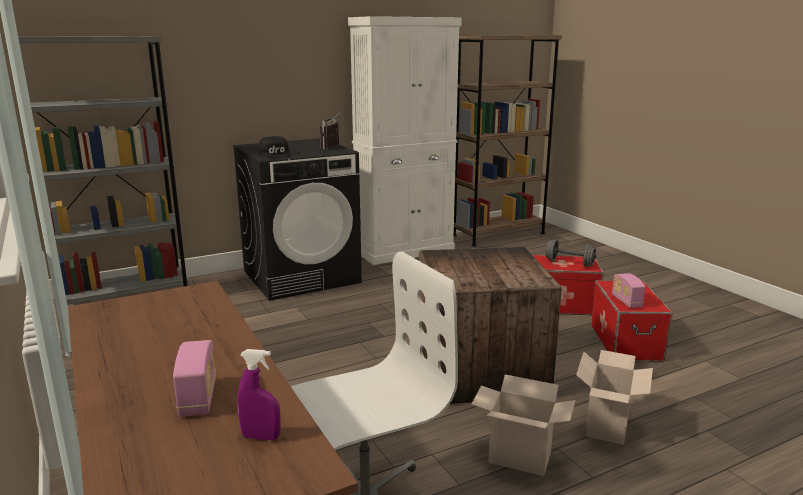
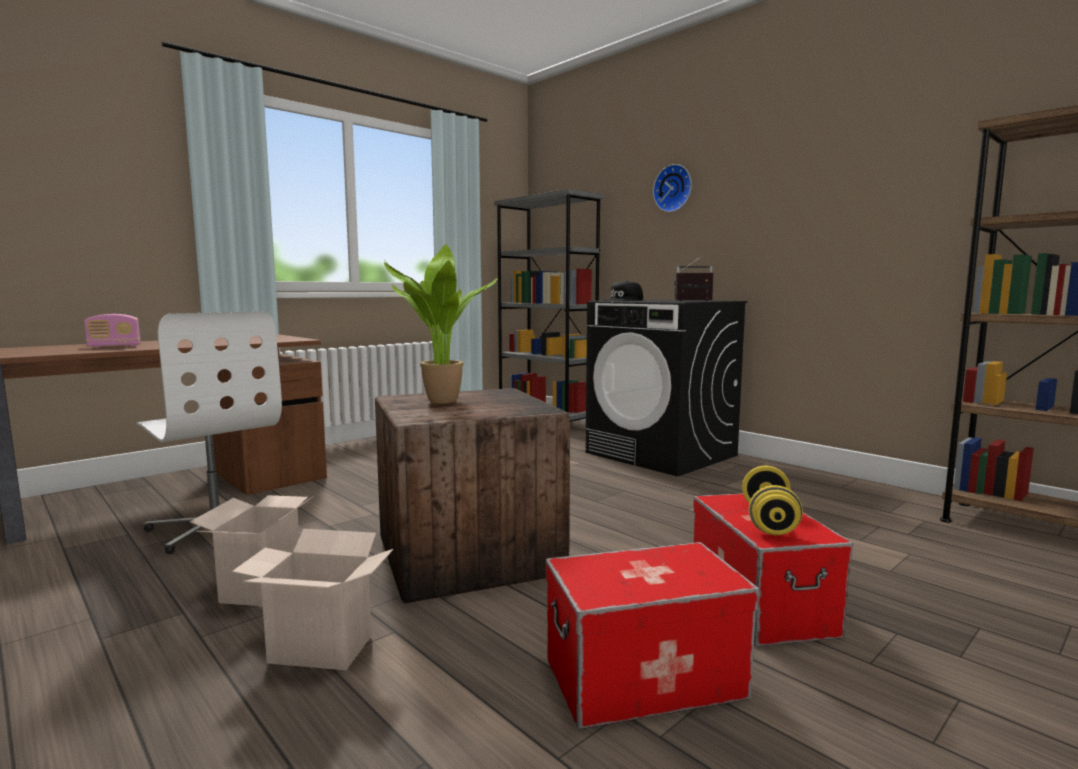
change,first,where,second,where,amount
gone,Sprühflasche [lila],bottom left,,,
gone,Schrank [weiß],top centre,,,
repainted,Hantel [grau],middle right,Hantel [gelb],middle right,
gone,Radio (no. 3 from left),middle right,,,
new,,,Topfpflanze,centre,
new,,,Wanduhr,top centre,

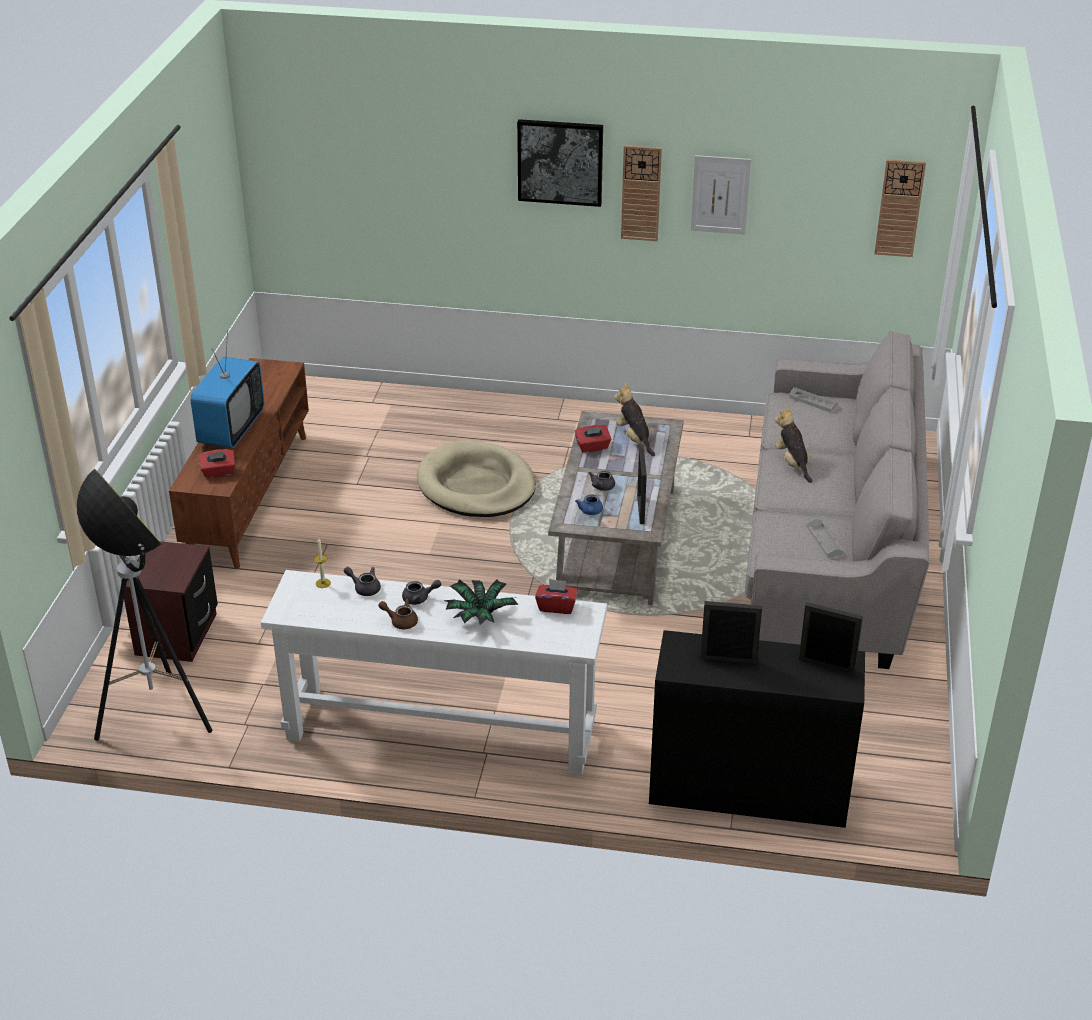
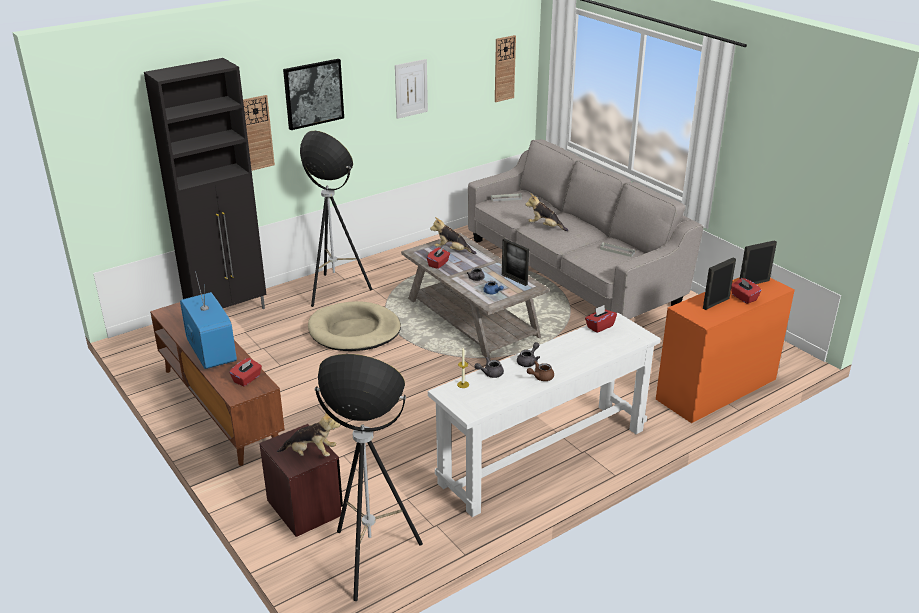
change,first,where,second,where,amount
gone,Topfpflanze,centre,,,
shifted,Wanduhr (no. 1 from left),top centre,,top left,
repainted,Schreibtisch [schwarz],bottom right,Schreibtisch [orange],middle right,
new,,,Schrank [schwarz],top left,
new,,,Plüschtier (no. 1 from left),bottom centre,
new,,,Stehlampe (no. 1 from left),centre,
new,,,Taschentuchbox [rot] (no. 4 from left),middle right,

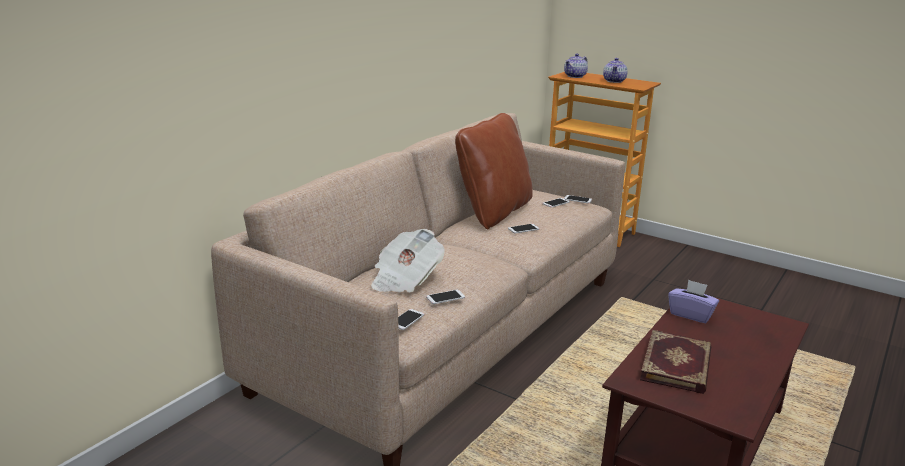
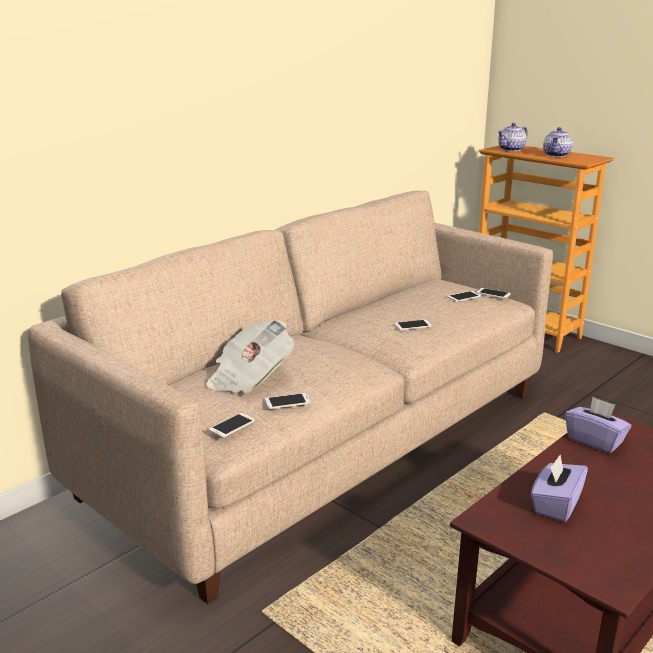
change,first,where,second,where,amount
gone,Kissen [braun],centre,,,
swapped,Buch,bottom right,Taschentuchbox [lila] (no. 1 from left),bottom right,

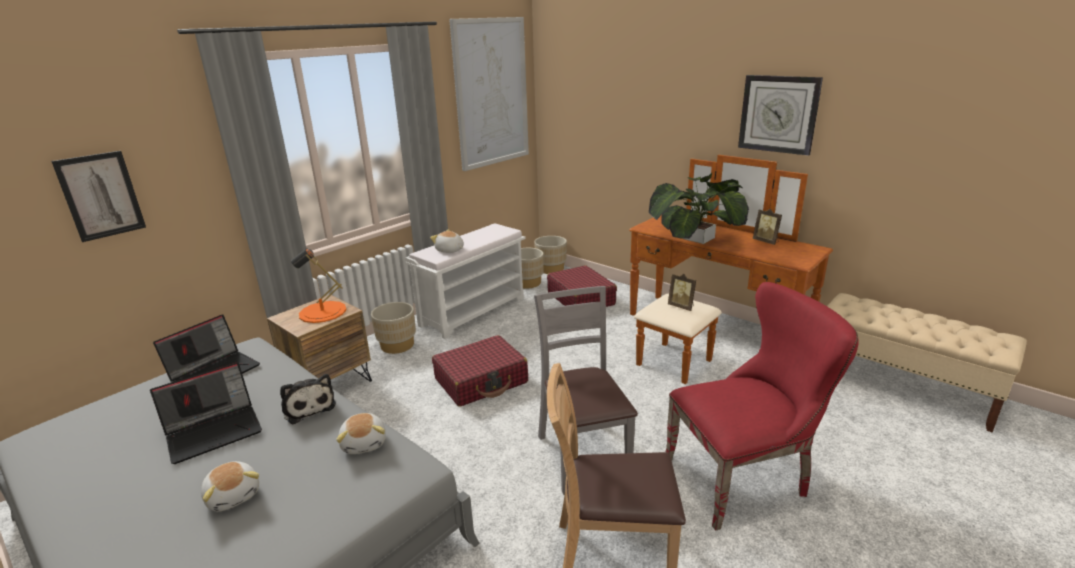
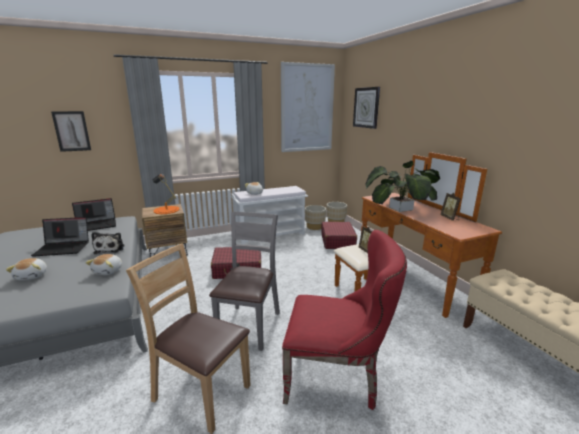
change,first,where,second,where,amount
gone,Pflanzkübel [beige] (no. 1 from left),centre,,,
shifted,Wanduhr,top right,,top centre,

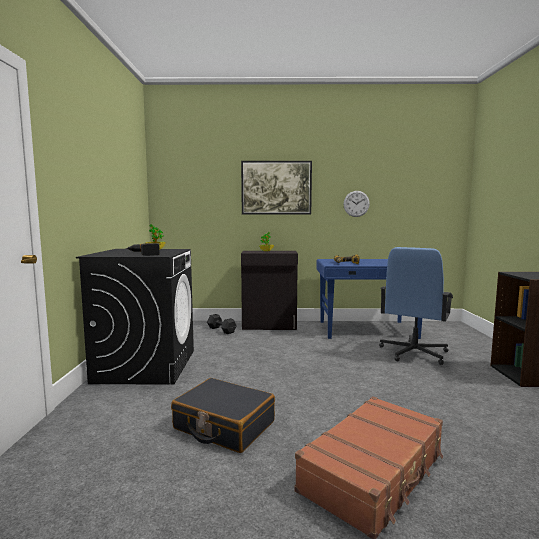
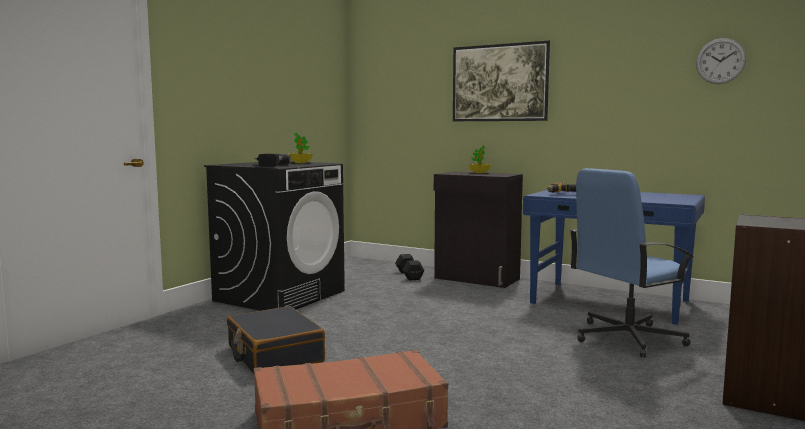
change,first,where,second,where,amount
shifted,Wanduhr,centre,,top right,

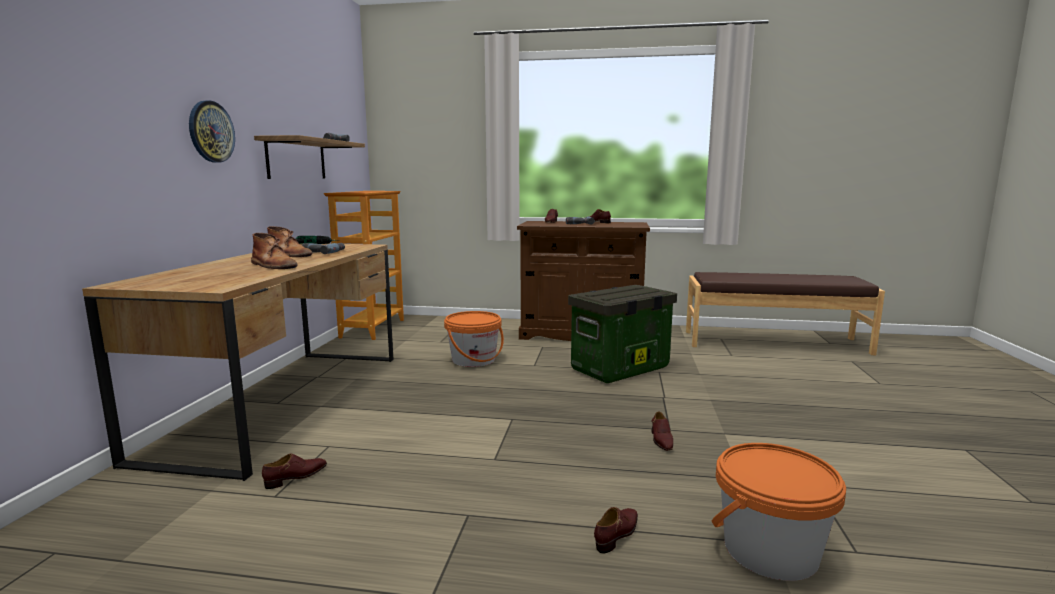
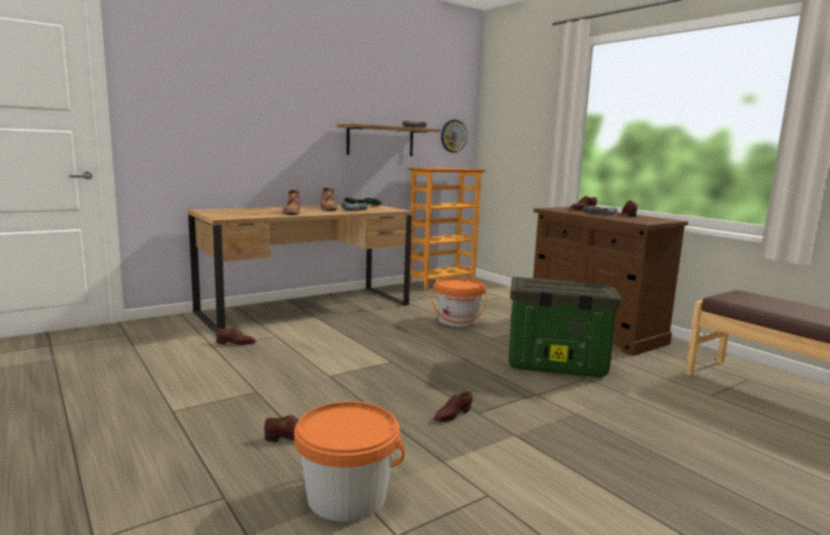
change,first,where,second,where,amount
shifted,Wanduhr,top left,,top centre,

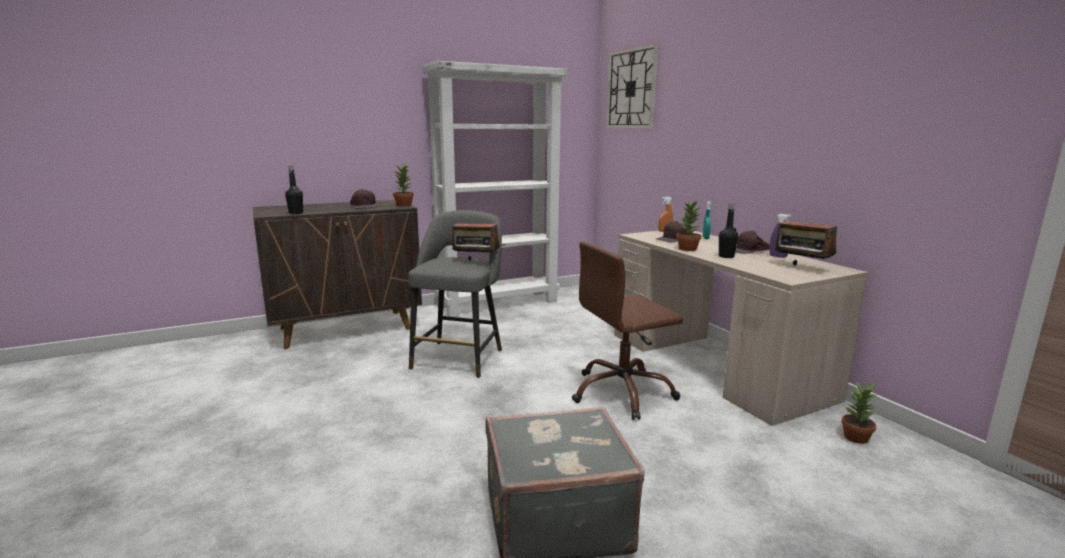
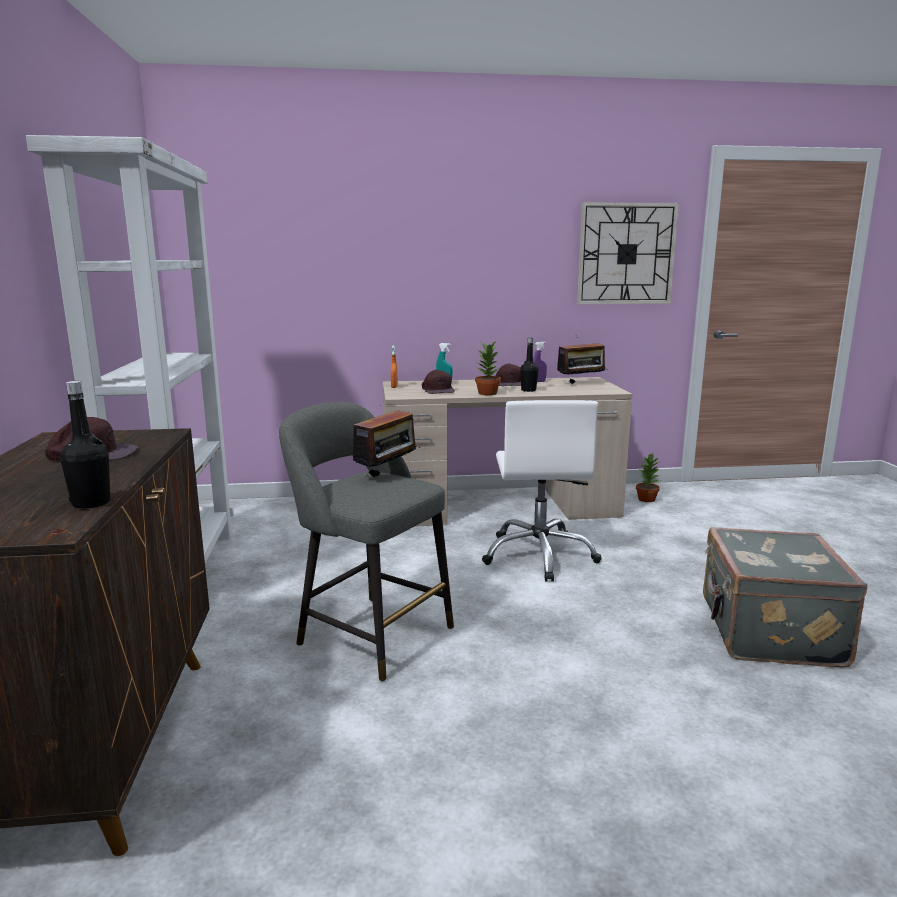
change,first,where,second,where,amount
gone,Topfpflanze (no. 1 from left),top centre,,,
repainted,Bürostuhl [braun],centre,Bürostuhl [weiß],centre,
shifted,Wanduhr,top centre,,top right,

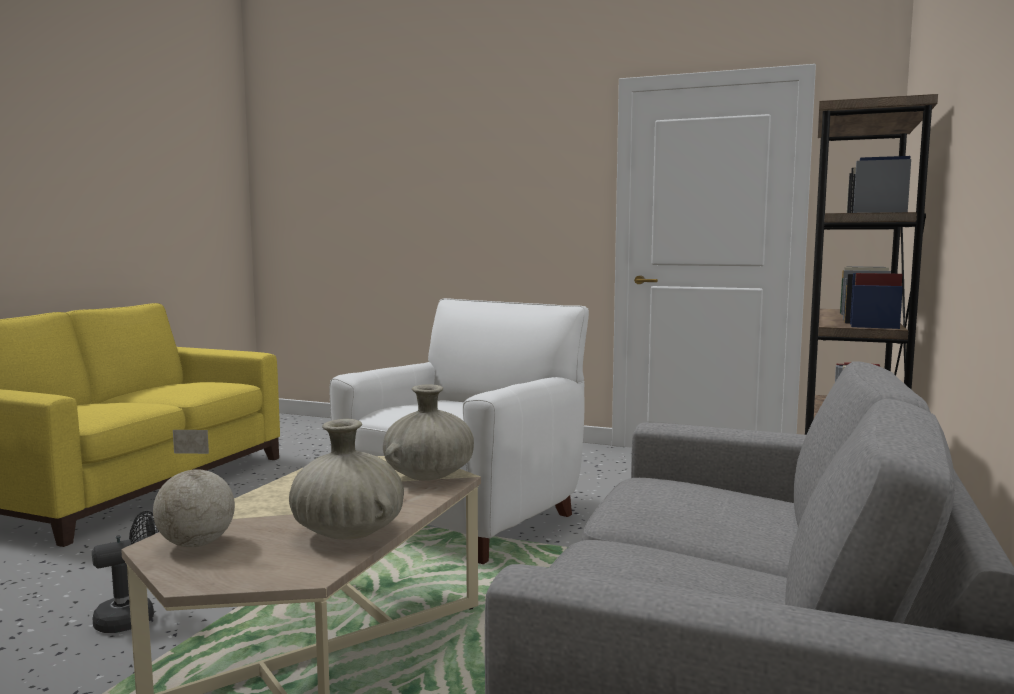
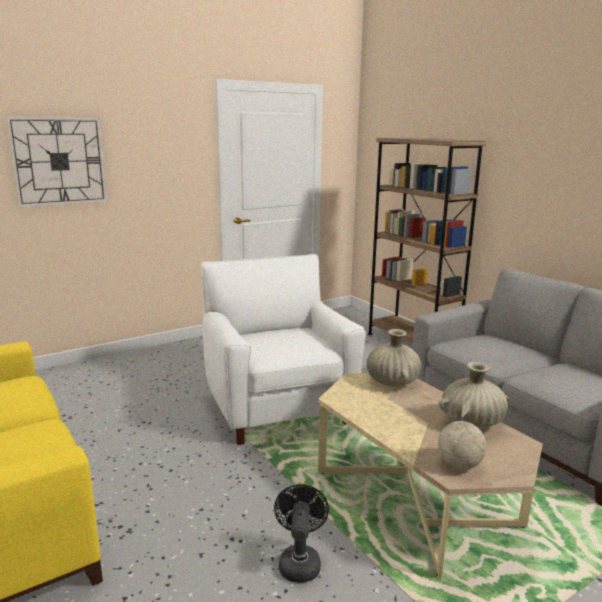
change,first,where,second,where,amount
new,,,Wanduhr,top left,

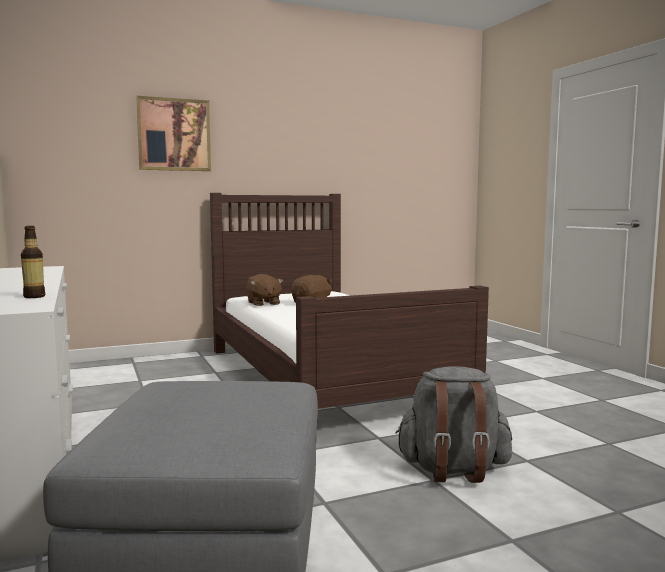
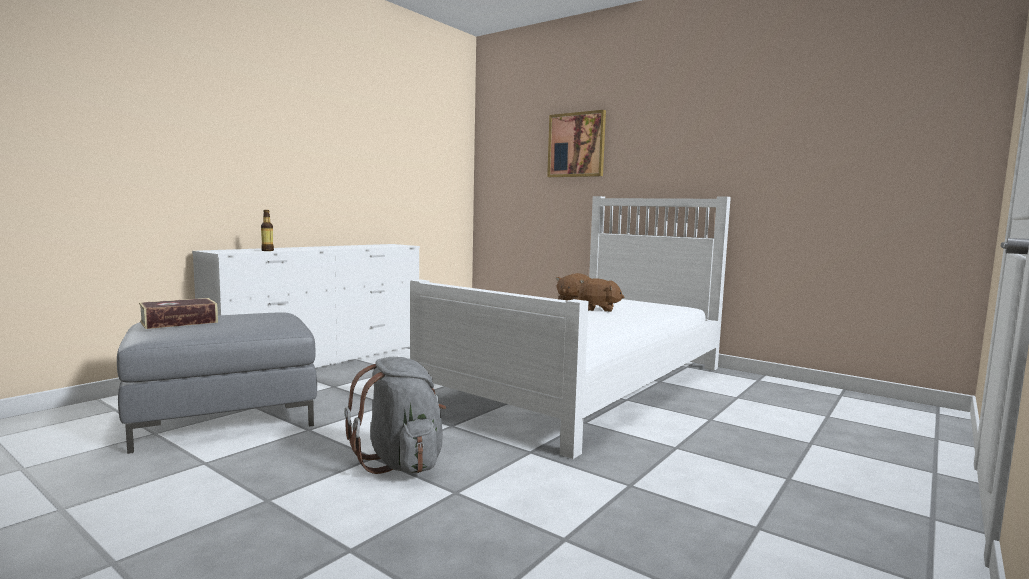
change,first,where,second,where,amount
repainted,Bett [braun],centre,Bett [weiß],centre,
new,,,Buch,middle left,

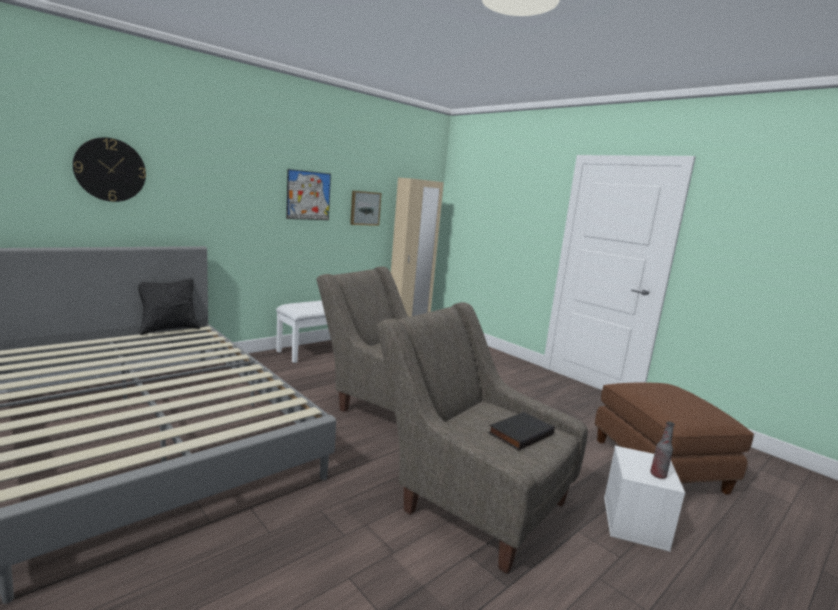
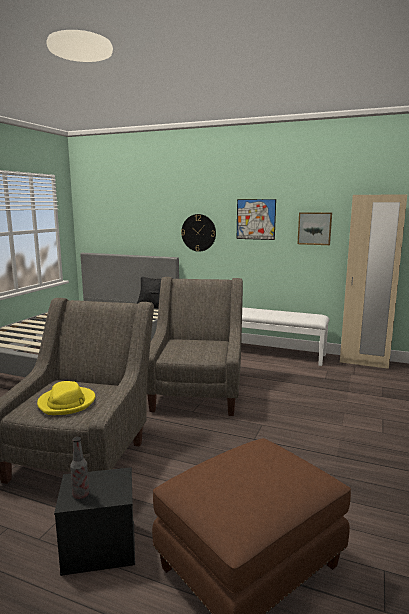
change,first,where,second,where,amount
shifted,Wanduhr,top left,,centre,
swapped,Buch [schwarz],bottom centre,Hut [gelb],middle left,
repainted,Aufbewahrungsbox [weiß],bottom right,Aufbewahrungsbox [schwarz],bottom left,

